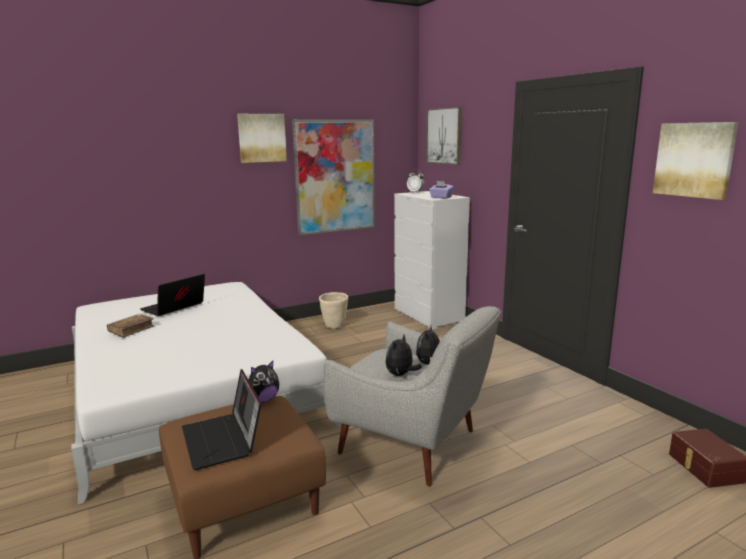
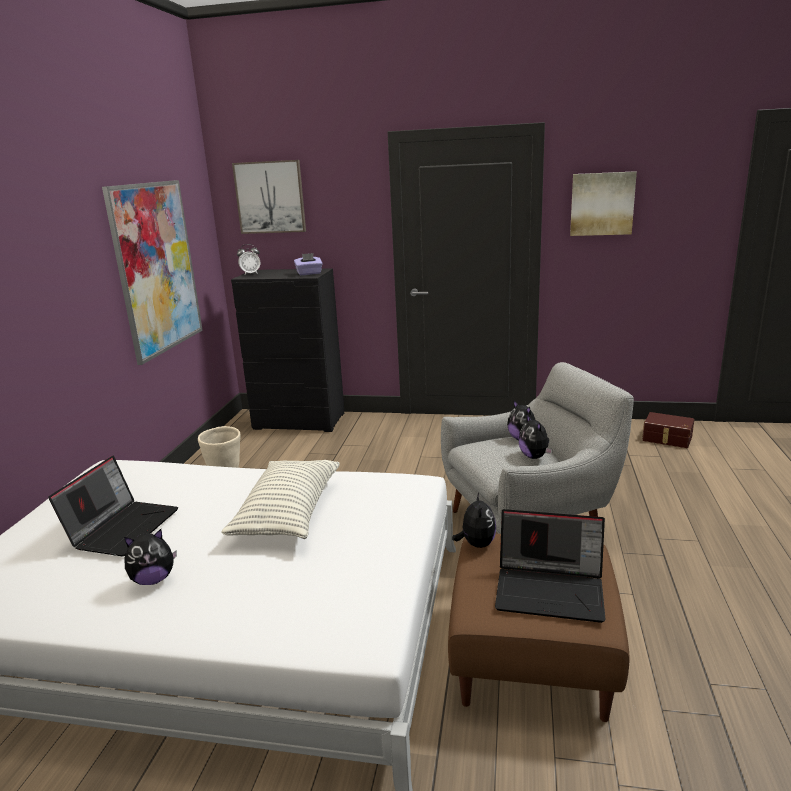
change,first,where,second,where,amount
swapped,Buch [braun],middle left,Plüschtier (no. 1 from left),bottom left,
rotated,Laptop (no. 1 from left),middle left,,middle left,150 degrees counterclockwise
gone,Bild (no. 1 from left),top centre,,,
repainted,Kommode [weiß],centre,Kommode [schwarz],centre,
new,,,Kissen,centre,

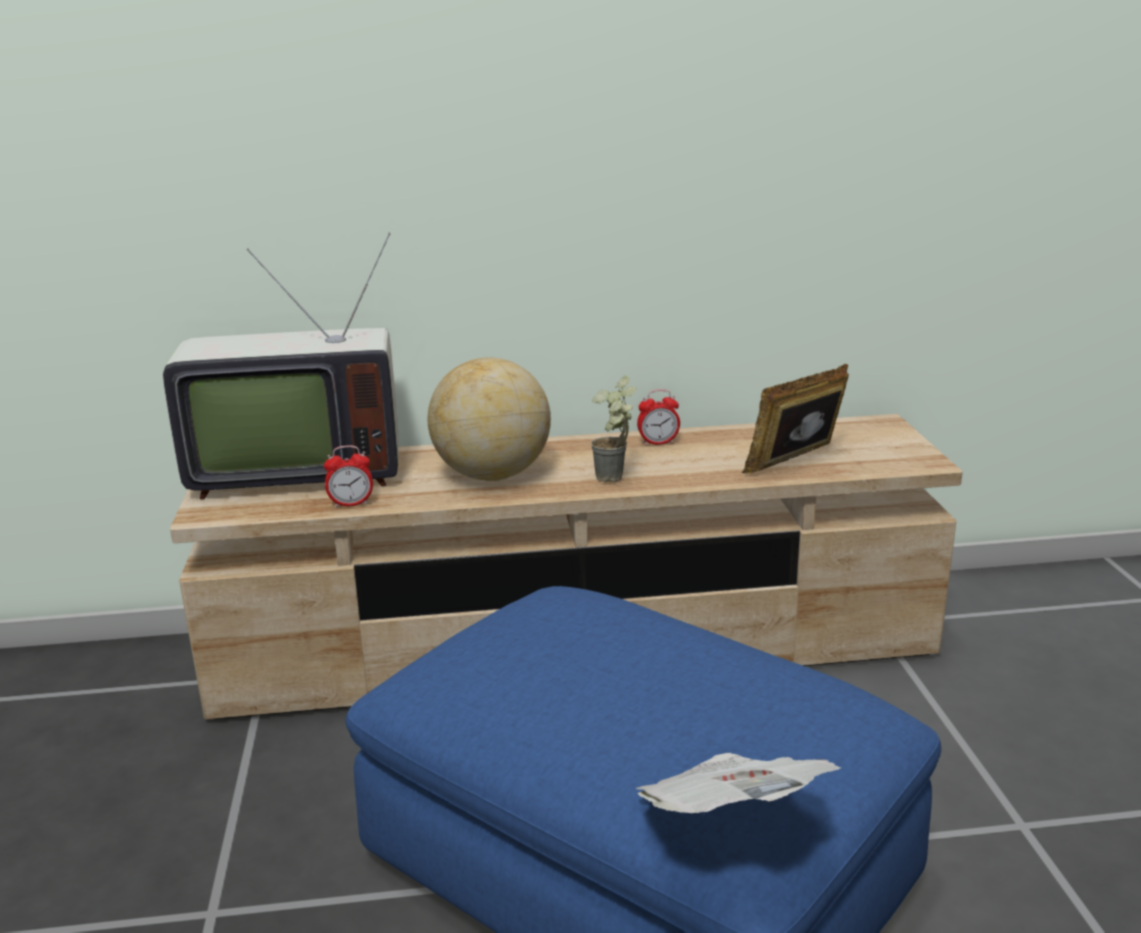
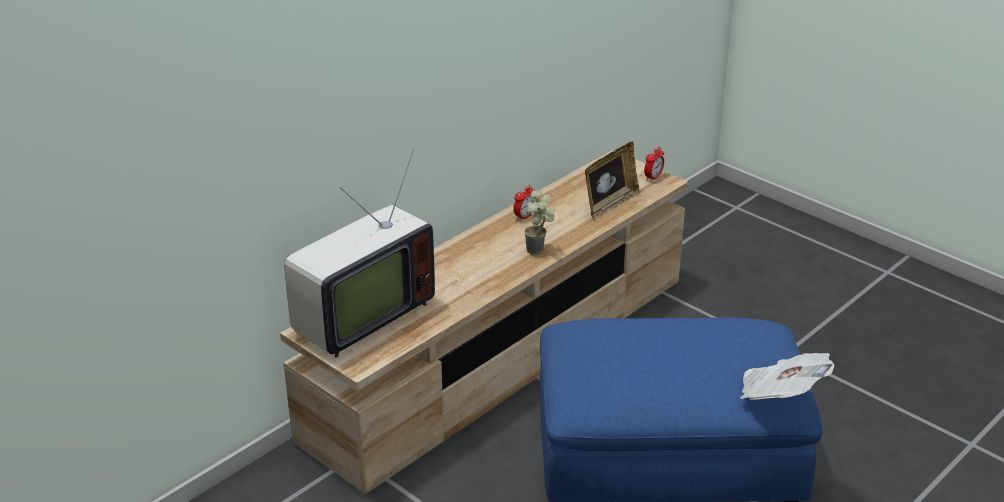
change,first,where,second,where,amount
shifted,Wecker (no. 1 from left in the first image),middle left,Wecker (no. 2 from left),top centre,
gone,Globus,centre,,,
rotated,Bilderrahmen,middle right,,centre,150 degrees counterclockwise

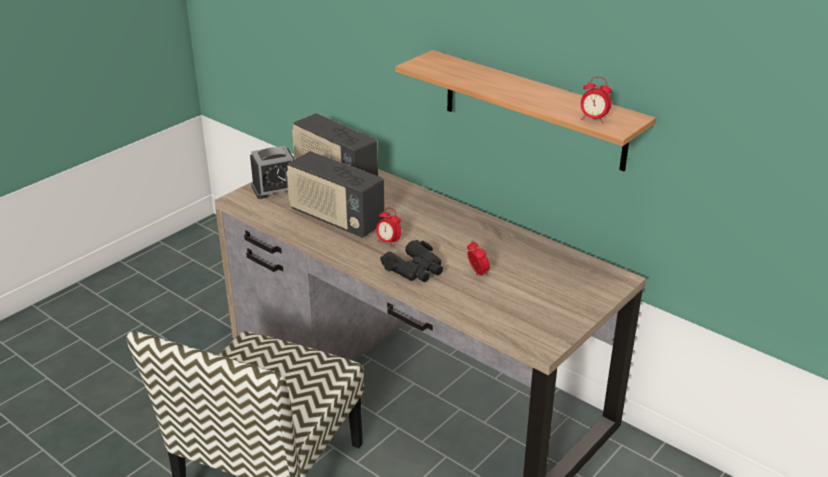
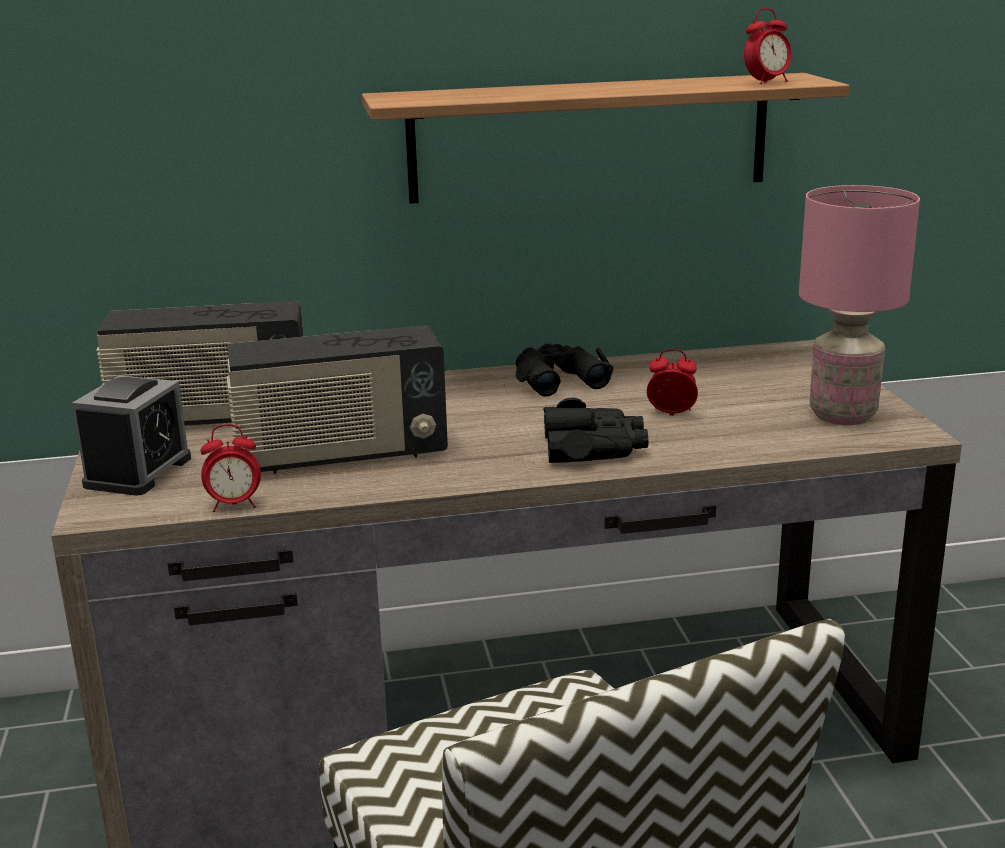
change,first,where,second,where,amount
shifted,Wecker (no. 2 from left),centre,,middle left,
new,,,Fernglas [schwarz] (no. 1 from left),centre,
new,,,Tischlampe [rosa],middle right,

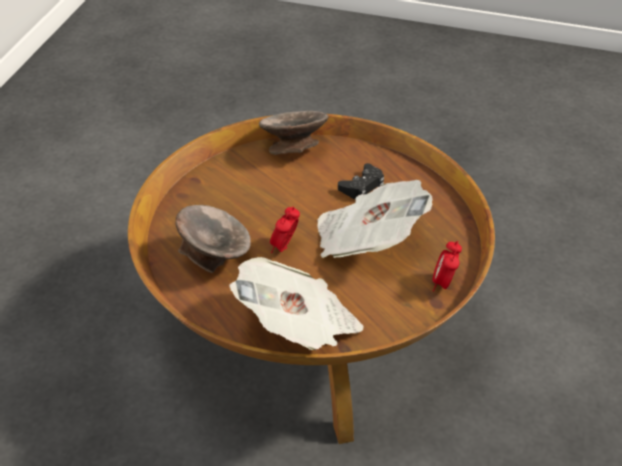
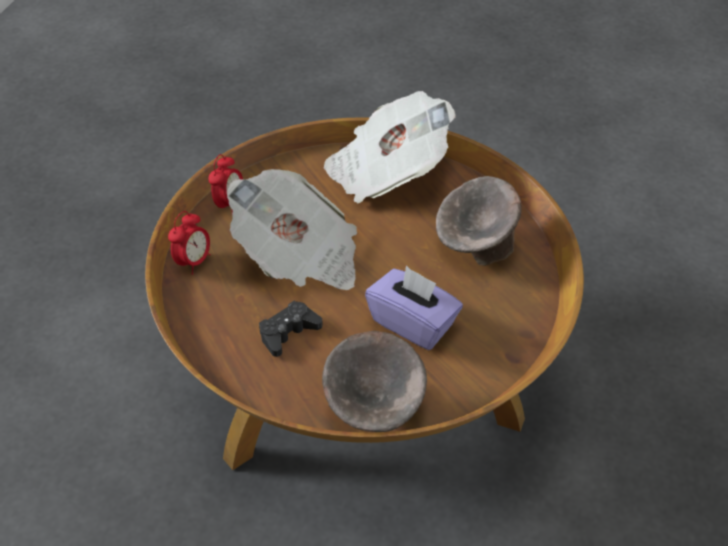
change,first,where,second,where,amount
shifted,Wecker (no. 1 from left),centre,,middle left,
new,,,Taschentuchbox [lila],centre,

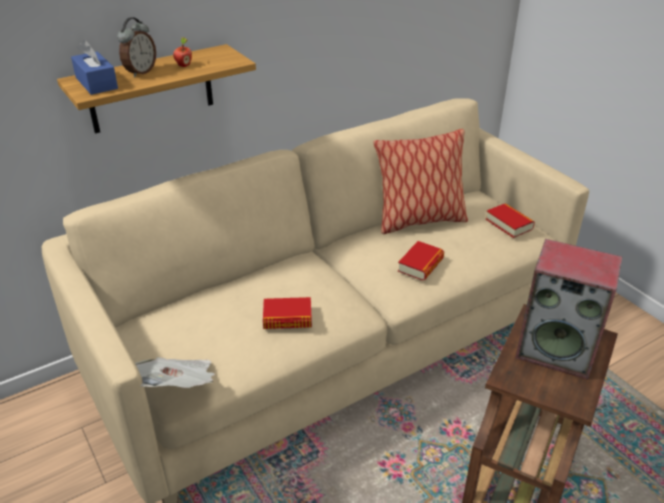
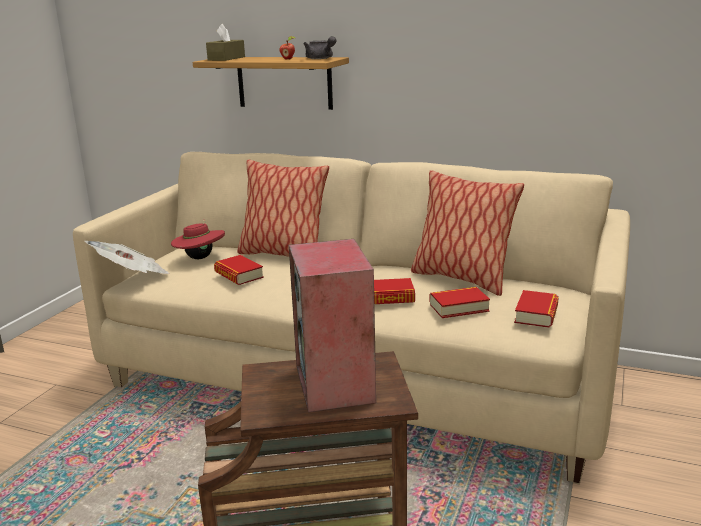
change,first,where,second,where,amount
repainted,Taschentuchbox [blau],top left,Taschentuchbox [braun],top left,
gone,Wecker,top left,,,
new,,,Hut [rot],middle left,
new,,,Kissen (no. 1 from left),centre,
new,,,Teekanne [grau],top centre,
new,,,Buch (no. 3 from left),centre,

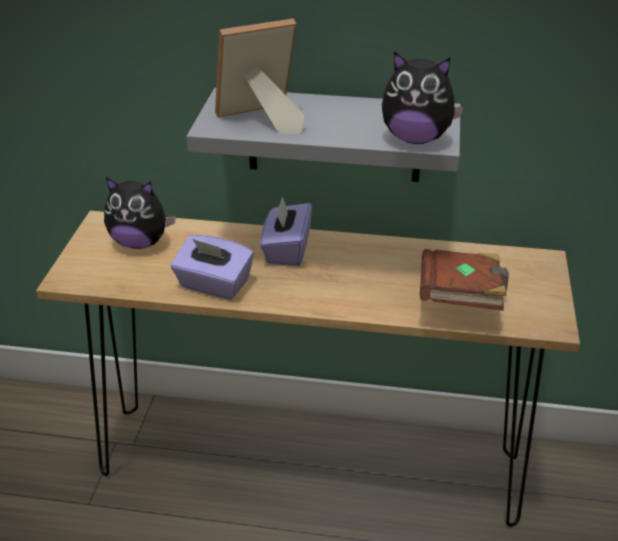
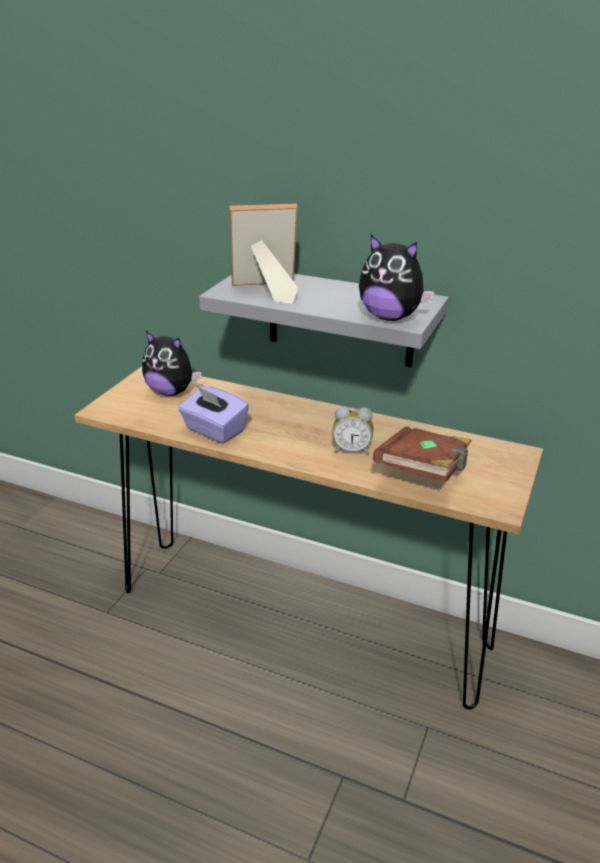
change,first,where,second,where,amount
gone,Taschentuchbox [lila] (no. 2 from left),centre,,,
new,,,Wecker,centre,

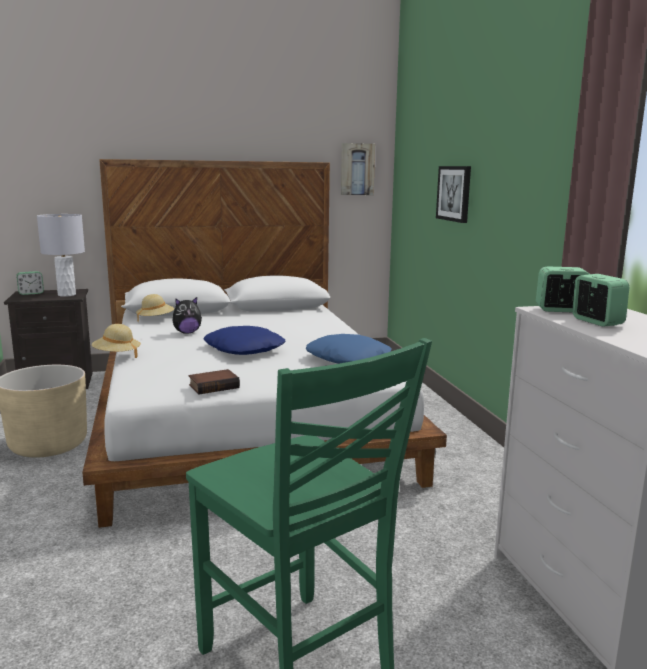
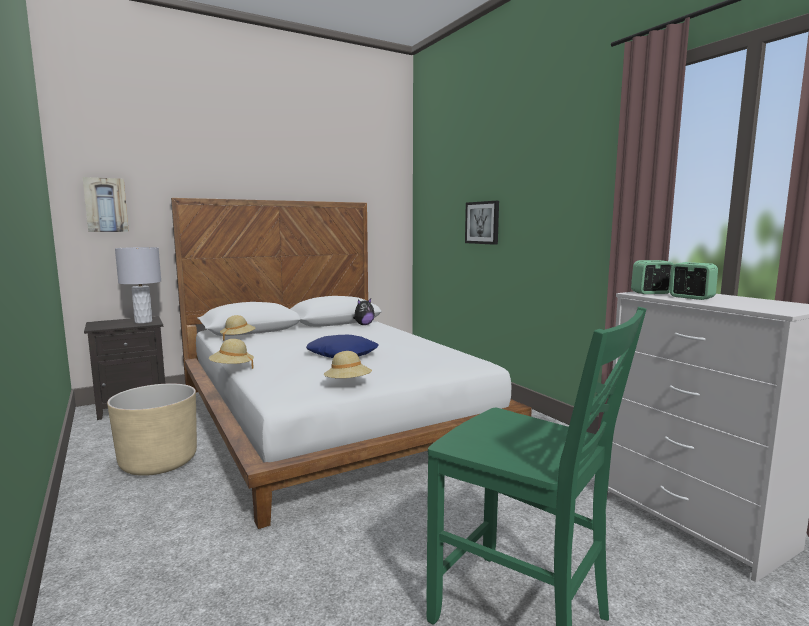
change,first,where,second,where,amount
gone,Wecker (no. 1 from left),middle left,,,
shifted,Plüschtier,middle left,,centre,
swapped,Buch,middle left,Hut [beige] (no. 3 from left),centre,
gone,Kissen [blau] (no. 2 from left),centre,,,
shifted,Bild (no. 1 from left),top centre,,top left,

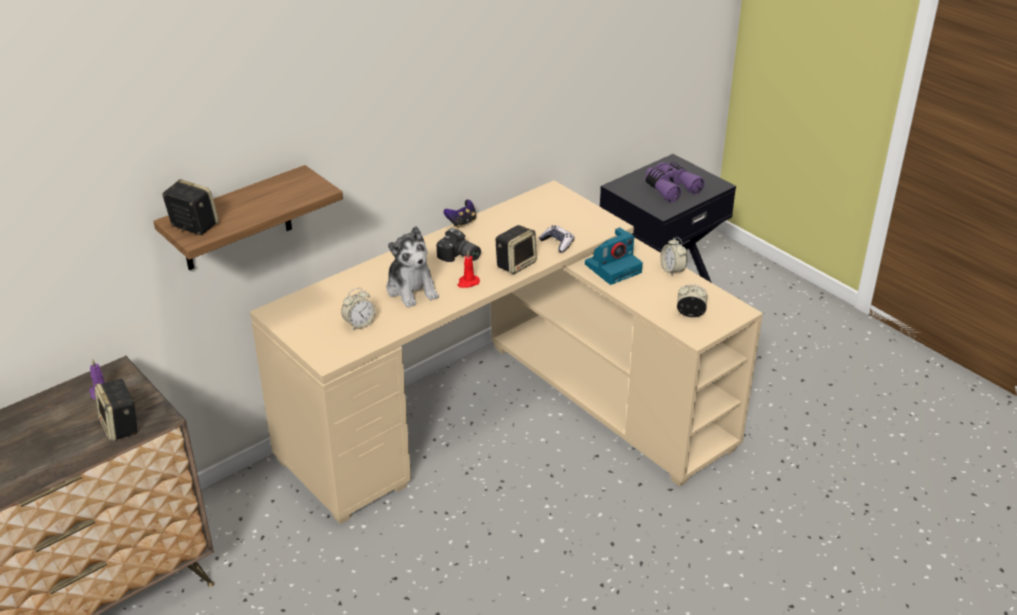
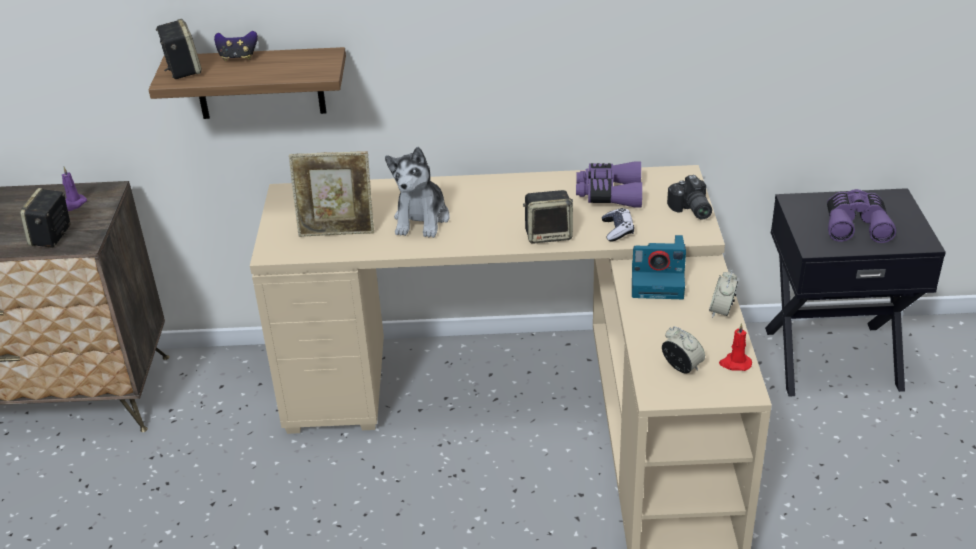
change,first,where,second,where,amount
swapped,Wecker (no. 1 from left),centre,Bilderrahmen,centre,
shifted,Kamera (no. 1 from left in the first image),centre,Kamera (no. 2 from left),middle right,
shifted,Gamepad (no. 1 from left),centre,,top left,
shifted,Kerze [rot],centre,,middle right,
new,,,Fernglas [lila] (no. 1 from left),centre,

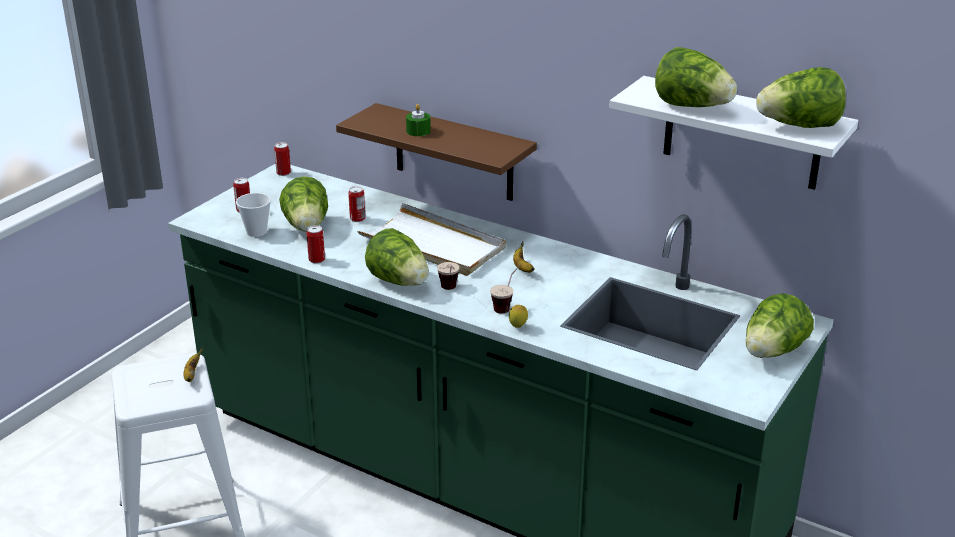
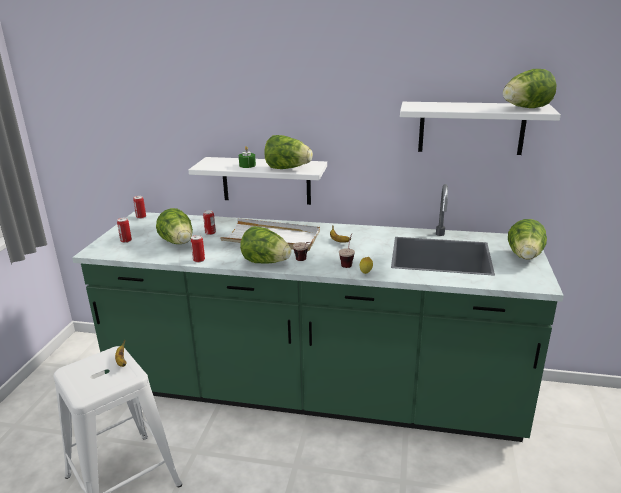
change,first,where,second,where,amount
gone,Tasse (no. 1 from left),middle left,,,
repainted,Wandregal [braun],top centre,Wandregal [weiß] (no. 1 from left),centre,
shifted,Salatkopf (no. 3 from left),top right,,top centre,

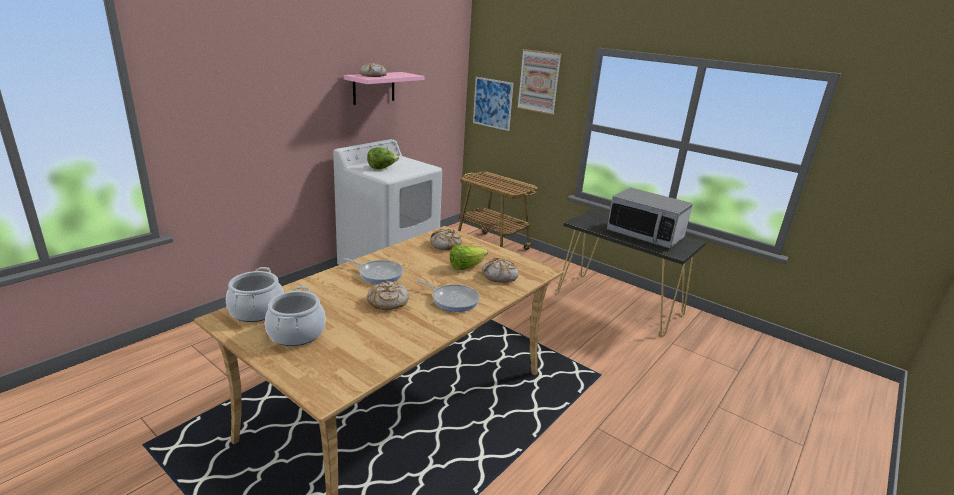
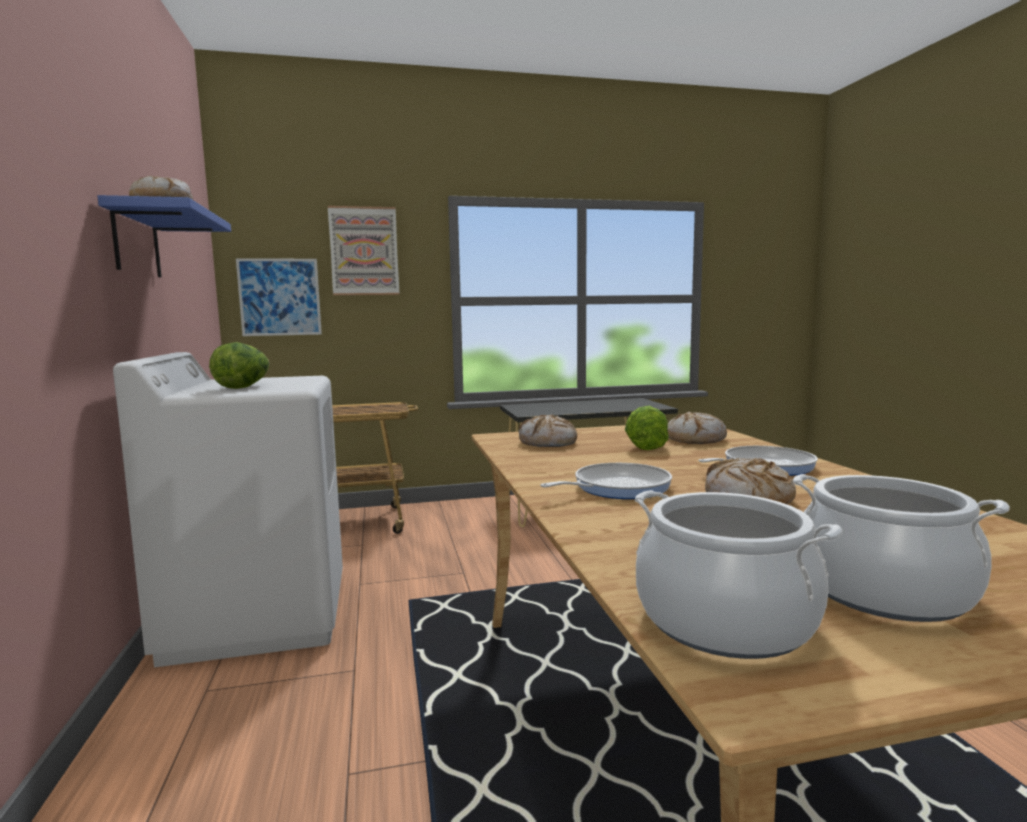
change,first,where,second,where,amount
repainted,Wandregal [rosa],top centre,Wandregal [blau],top left,
gone,Mikrowelle,middle right,,,

